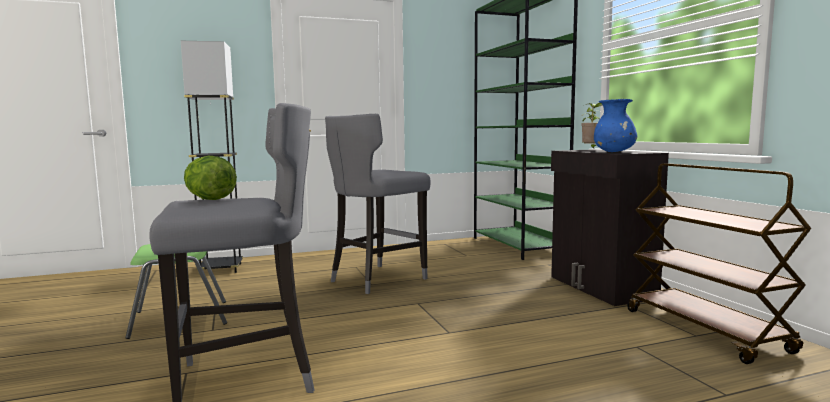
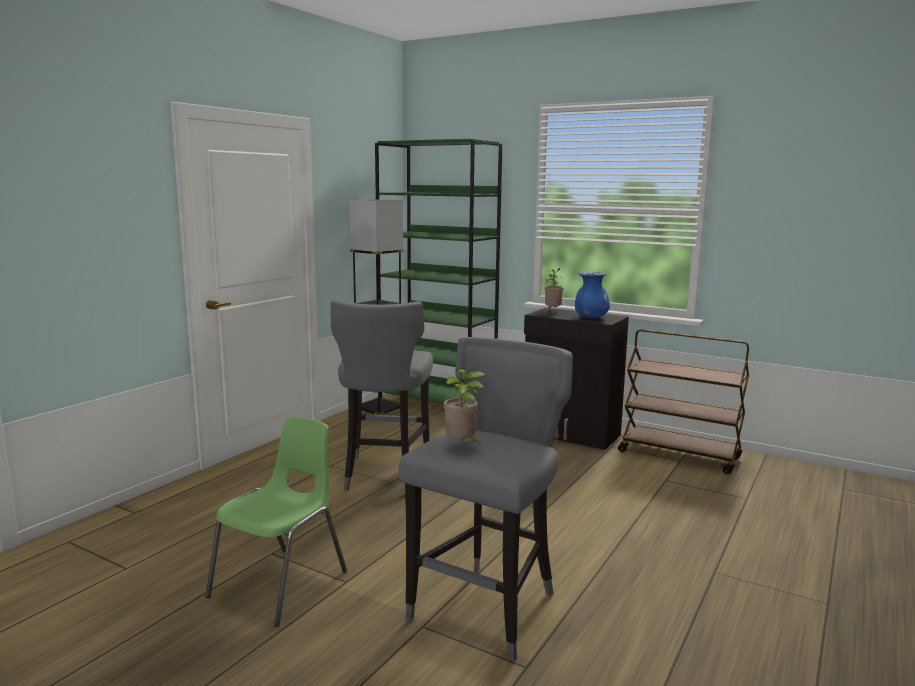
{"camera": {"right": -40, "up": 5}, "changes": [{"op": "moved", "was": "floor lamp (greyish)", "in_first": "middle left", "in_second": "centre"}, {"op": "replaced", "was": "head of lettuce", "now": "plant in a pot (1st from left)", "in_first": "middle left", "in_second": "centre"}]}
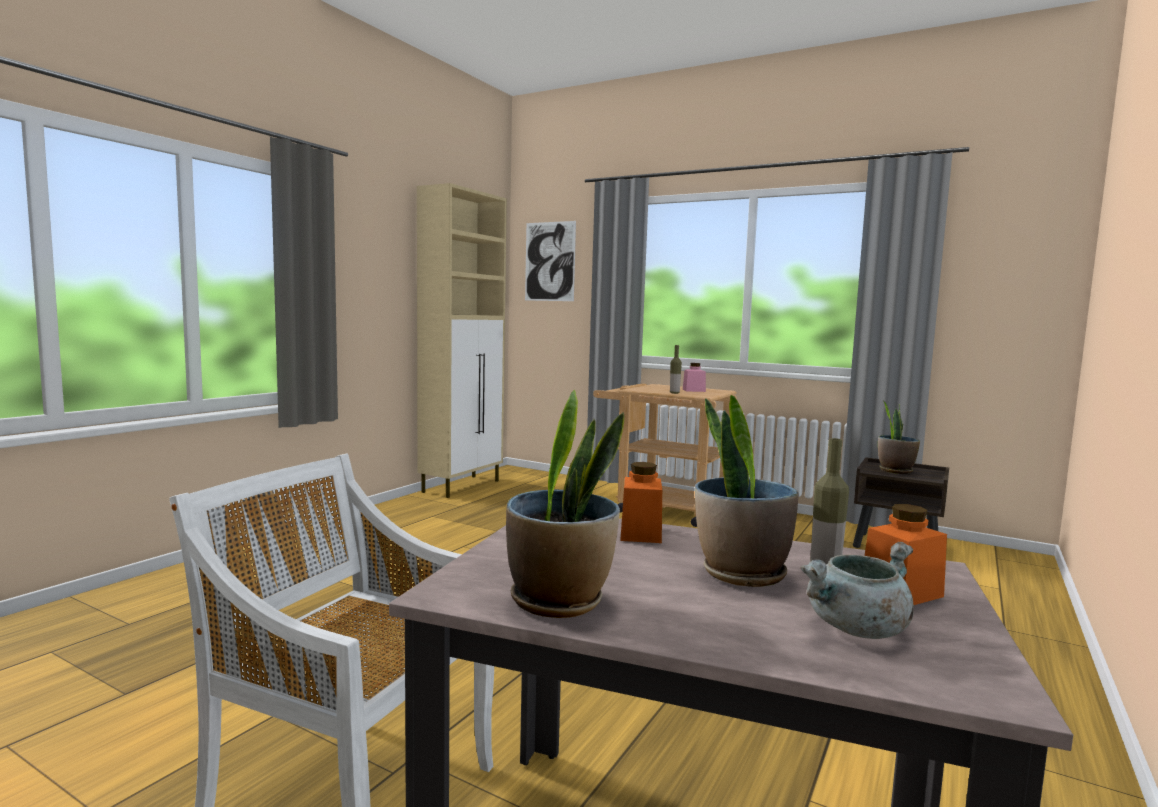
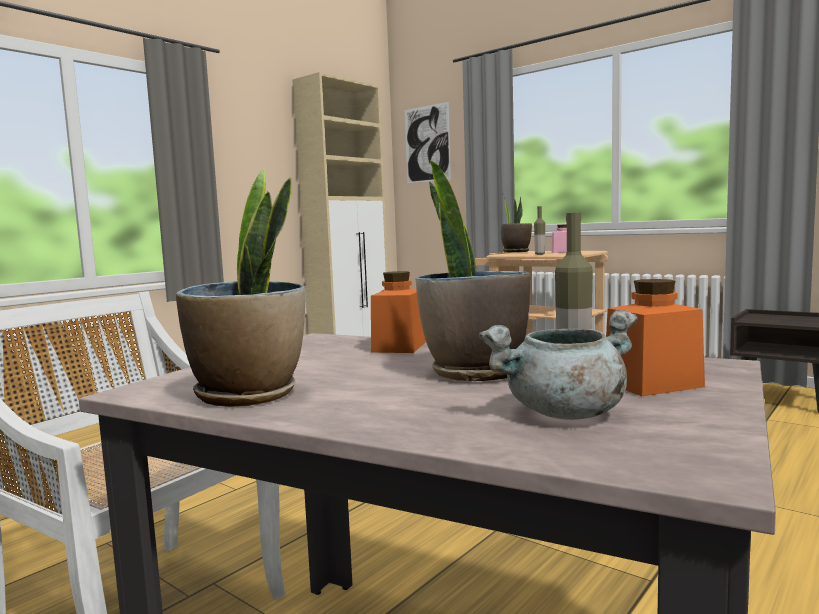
{"camera": {"right": 10, "up": 0}, "changes": [{"op": "moved", "was": "plant in a pot (3rd from left)", "in_first": "middle right", "in_second": "centre"}]}
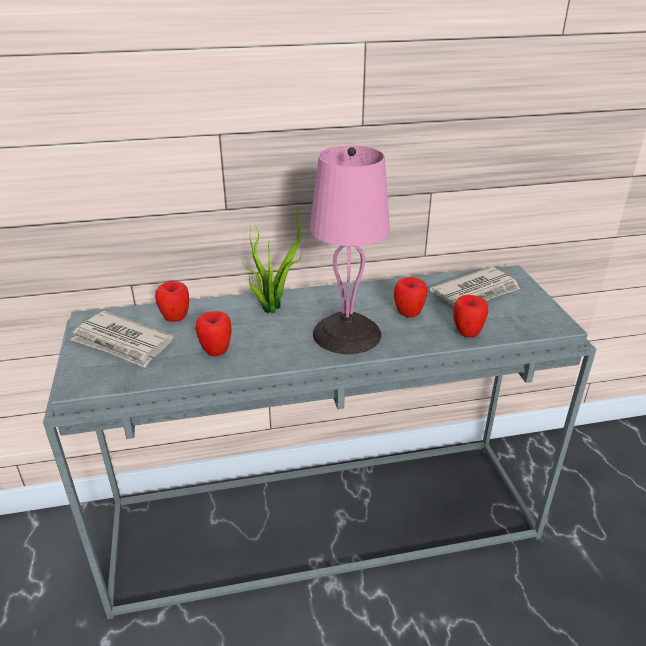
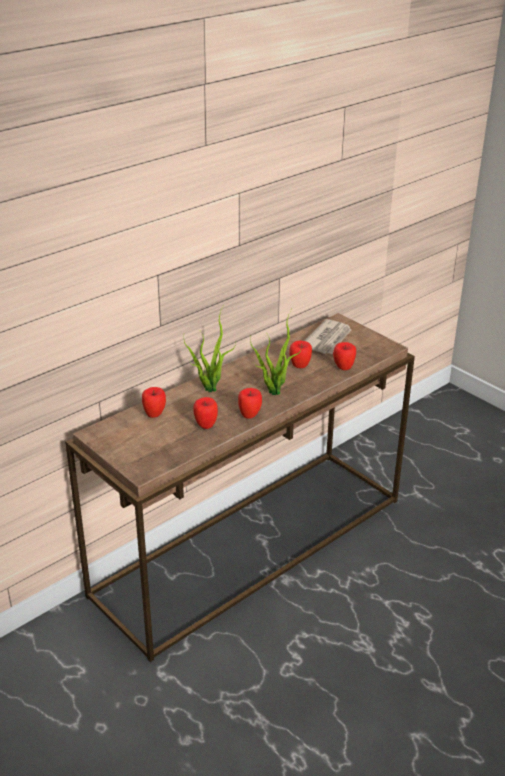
{"camera": {"right": -30, "up": 0}, "changes": [{"op": "removed", "was": "printed paper (1st from left)", "in_first": "middle left"}, {"op": "added", "now": "apple (3rd from left)", "in_second": "centre"}, {"op": "replaced", "was": "tabletop lamp (pink-coloured)", "now": "plant in a pot (2nd from left)", "in_first": "centre", "in_second": "centre"}, {"op": "recoloured", "was": "narrow table (greyish)", "now": "narrow table (brown)", "in_first": "bottom centre", "in_second": "centre"}]}
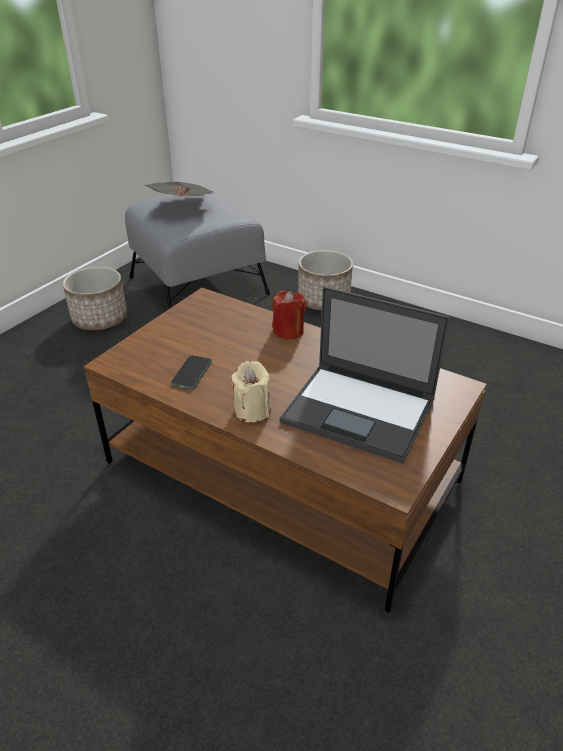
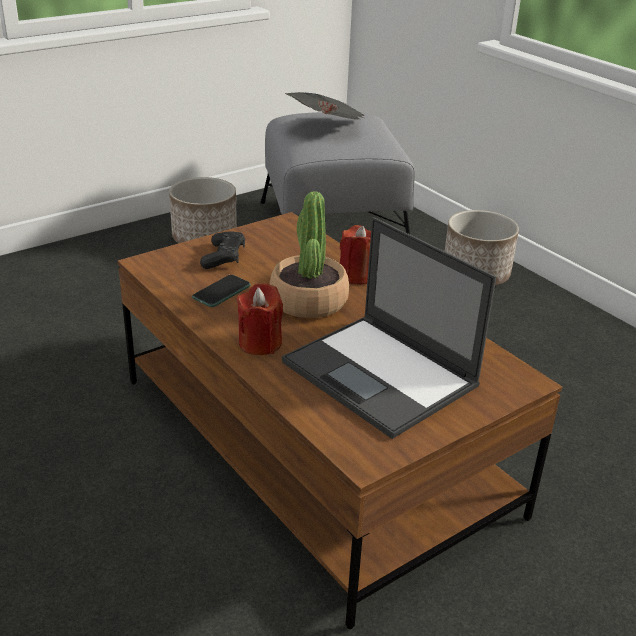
{"camera": {"right": 20, "up": -5}, "changes": [{"op": "added", "now": "joypad (black-coloured)", "in_second": "centre"}, {"op": "added", "now": "plant in a pot", "in_second": "centre"}, {"op": "recoloured", "was": "wax light (beige-coloured)", "now": "wax light (reddish) (1st from left)", "in_first": "centre", "in_second": "centre"}]}
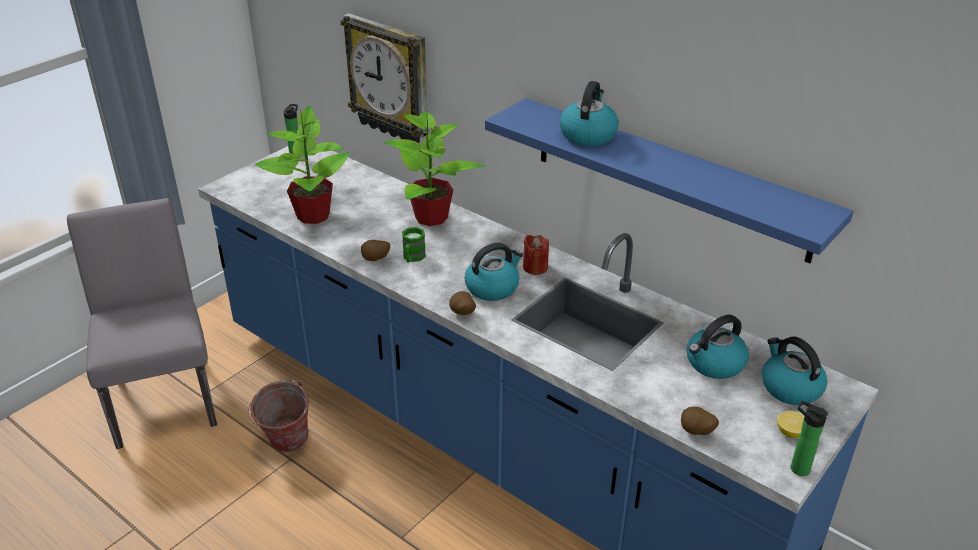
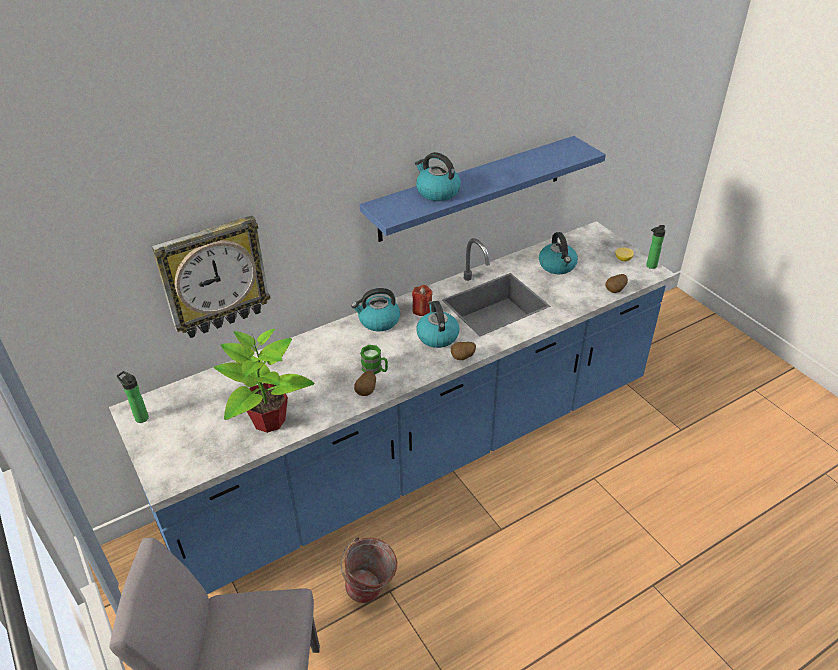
{"camera": {"right": -70, "up": 5}, "changes": [{"op": "removed", "was": "plant in a pot (2nd from left)", "in_first": "top centre"}, {"op": "moved", "was": "water kettle (4th from left in the first image)", "now": "water kettle (1st from left)", "in_first": "bottom right", "in_second": "centre"}]}
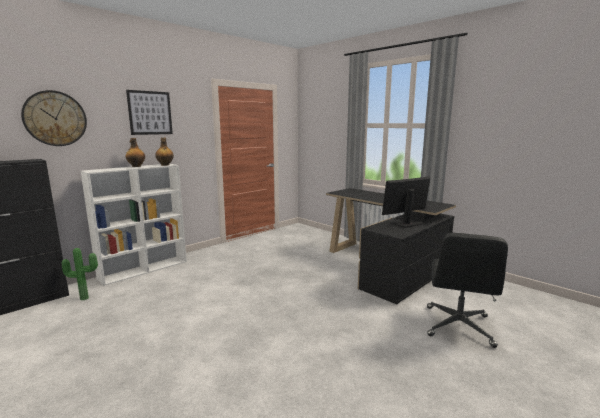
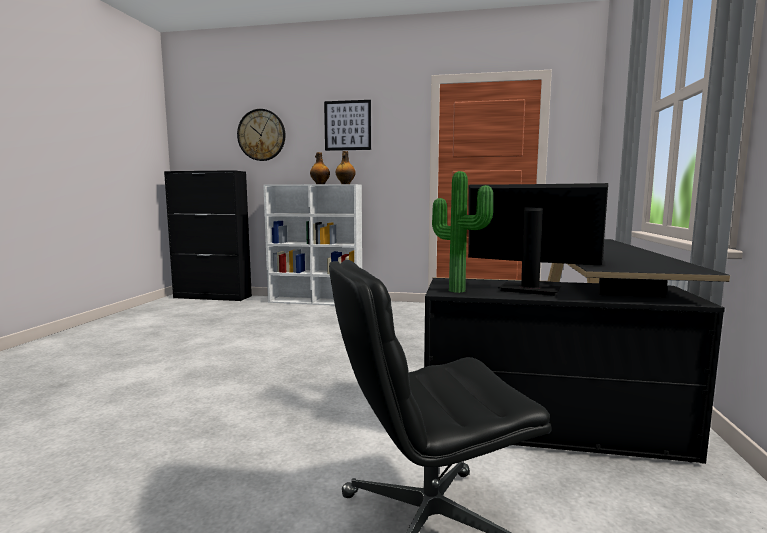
{"camera": {"right": 55, "up": -5}, "changes": [{"op": "moved", "was": "plant in a pot", "in_first": "middle left", "in_second": "centre"}]}
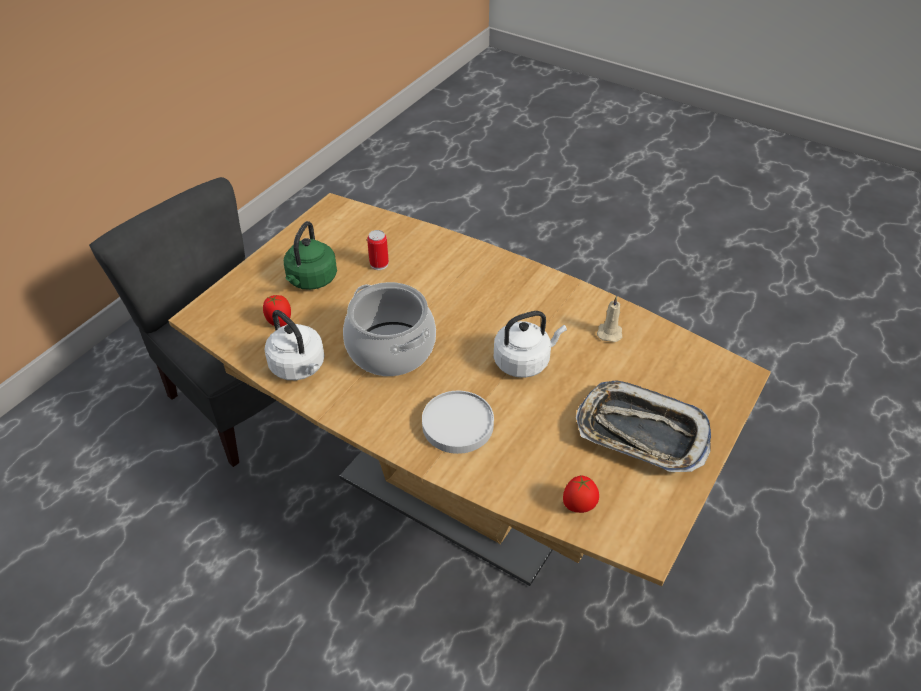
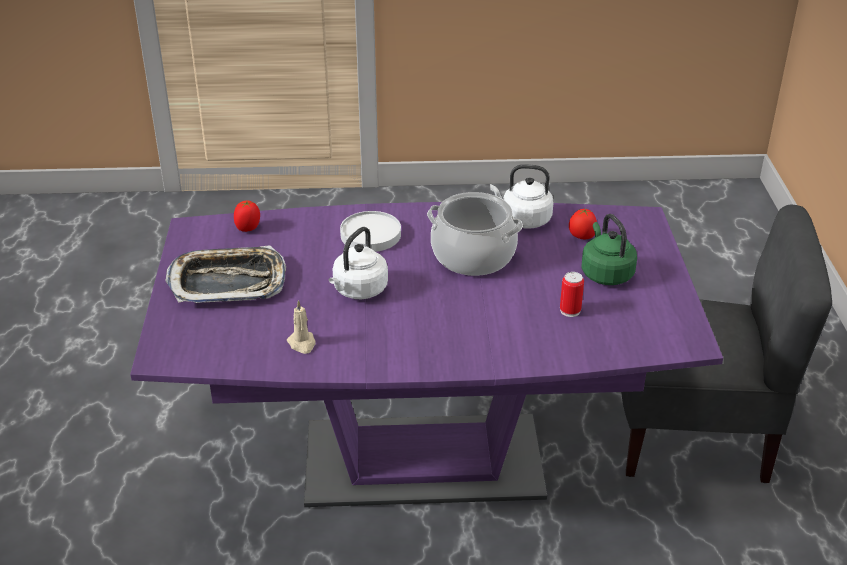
{"camera": {"right": 145, "up": -10}, "changes": [{"op": "recoloured", "was": "kitchen table (brown)", "now": "kitchen table (purplish)", "in_first": "centre", "in_second": "centre"}]}
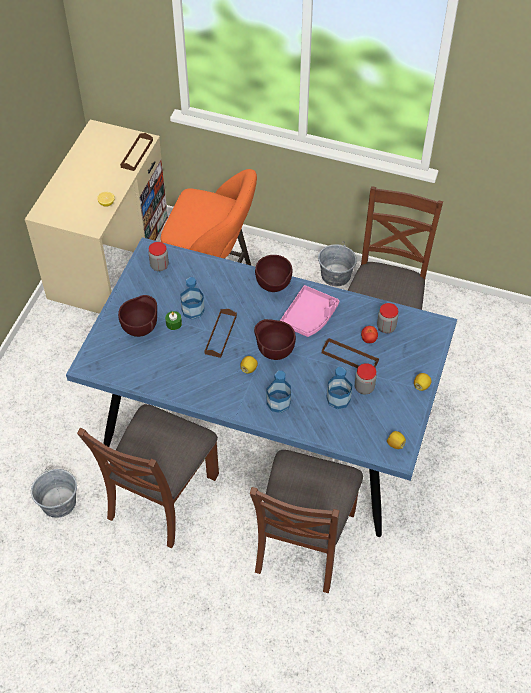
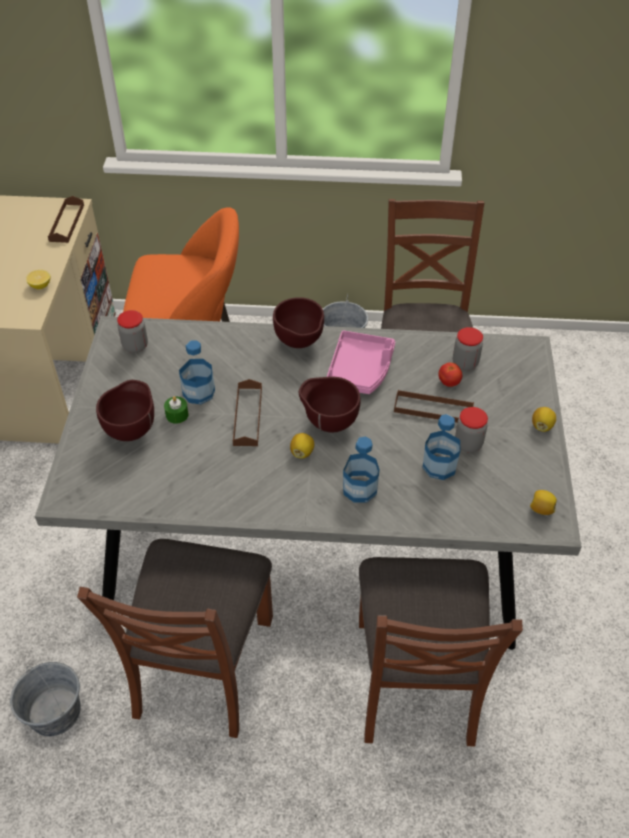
{"camera": {"right": -15, "up": -5}, "changes": [{"op": "recoloured", "was": "kitchen table (bluish)", "now": "kitchen table (greyish)", "in_first": "centre", "in_second": "centre"}]}
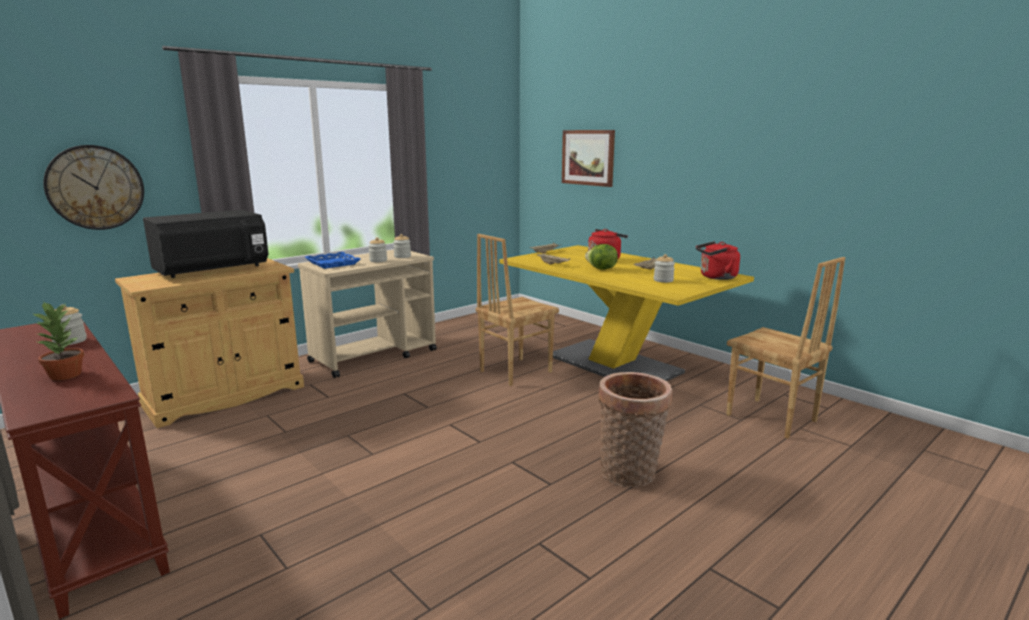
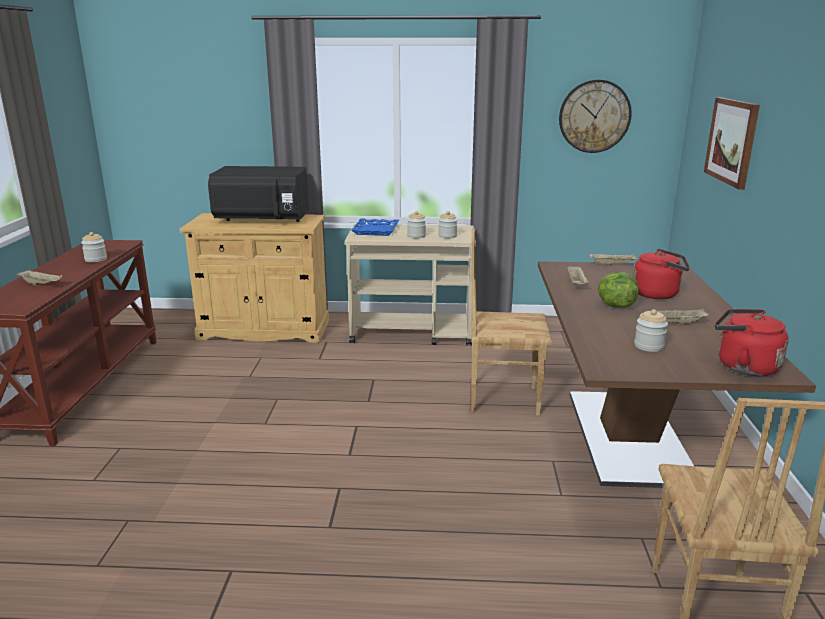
{"camera": {"right": 45, "up": 5}, "changes": [{"op": "removed", "was": "storage basket", "in_first": "bottom centre"}, {"op": "moved", "was": "hanging clock", "in_first": "top left", "in_second": "top right"}, {"op": "replaced", "was": "plant in a pot", "now": "serving tray (beige-coloured) (1st from left)", "in_first": "middle left", "in_second": "middle left"}, {"op": "recoloured", "was": "kitchen table (yellowish)", "now": "kitchen table (brown)", "in_first": "centre", "in_second": "middle right"}]}
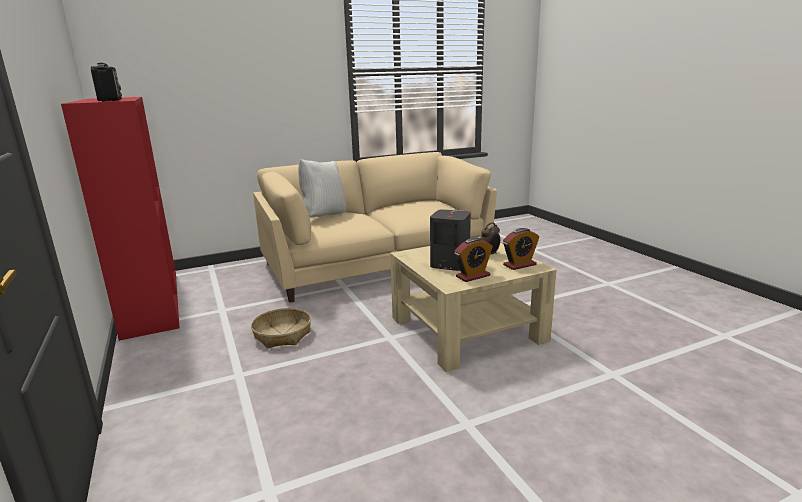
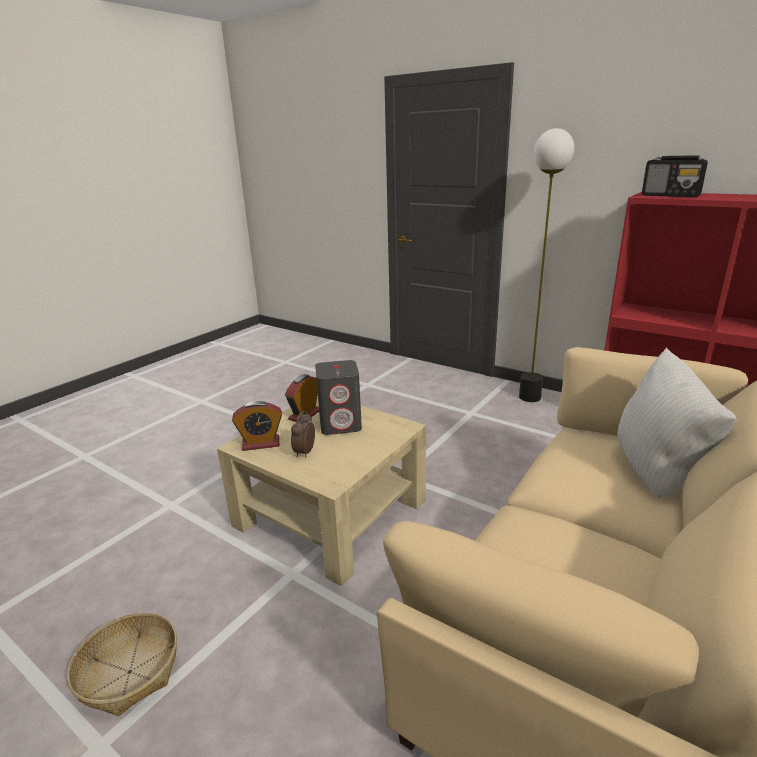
{"camera": {"right": 150, "up": 5}, "changes": [{"op": "added", "now": "floor lamp", "in_second": "middle right"}, {"op": "moved", "was": "storage basket", "in_first": "centre", "in_second": "bottom left"}, {"op": "turned", "was": "alarm clock (3rd from left in the first image)", "in_first": "centre", "in_second": "centre", "clockwise": -135}]}
